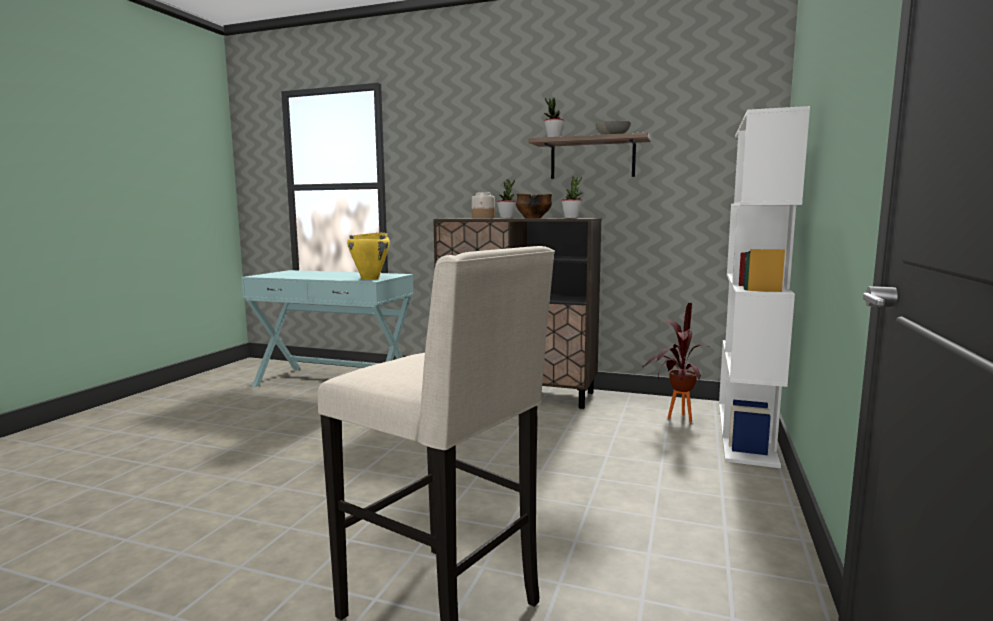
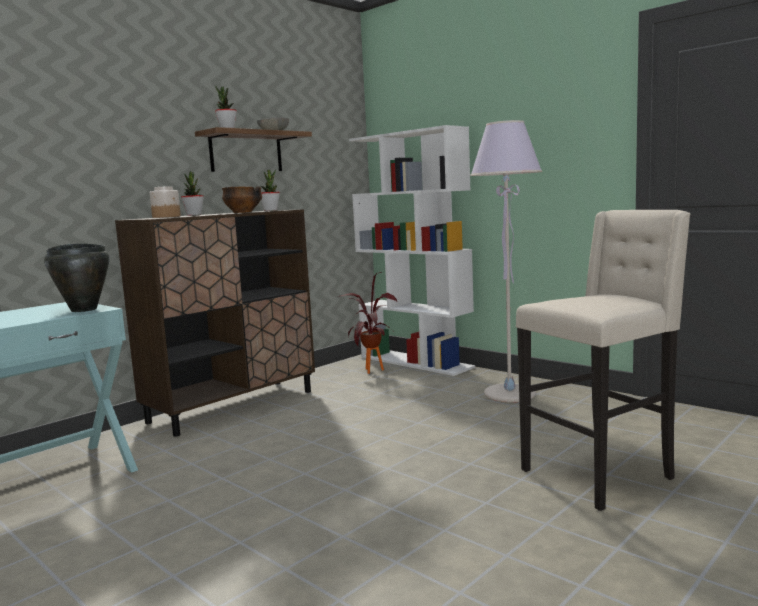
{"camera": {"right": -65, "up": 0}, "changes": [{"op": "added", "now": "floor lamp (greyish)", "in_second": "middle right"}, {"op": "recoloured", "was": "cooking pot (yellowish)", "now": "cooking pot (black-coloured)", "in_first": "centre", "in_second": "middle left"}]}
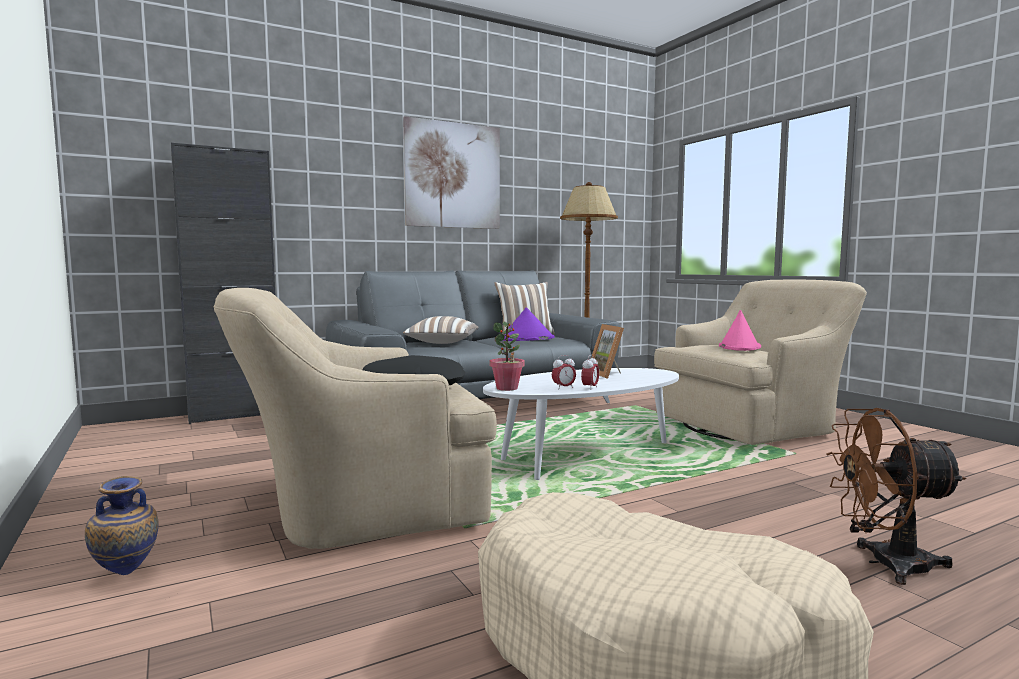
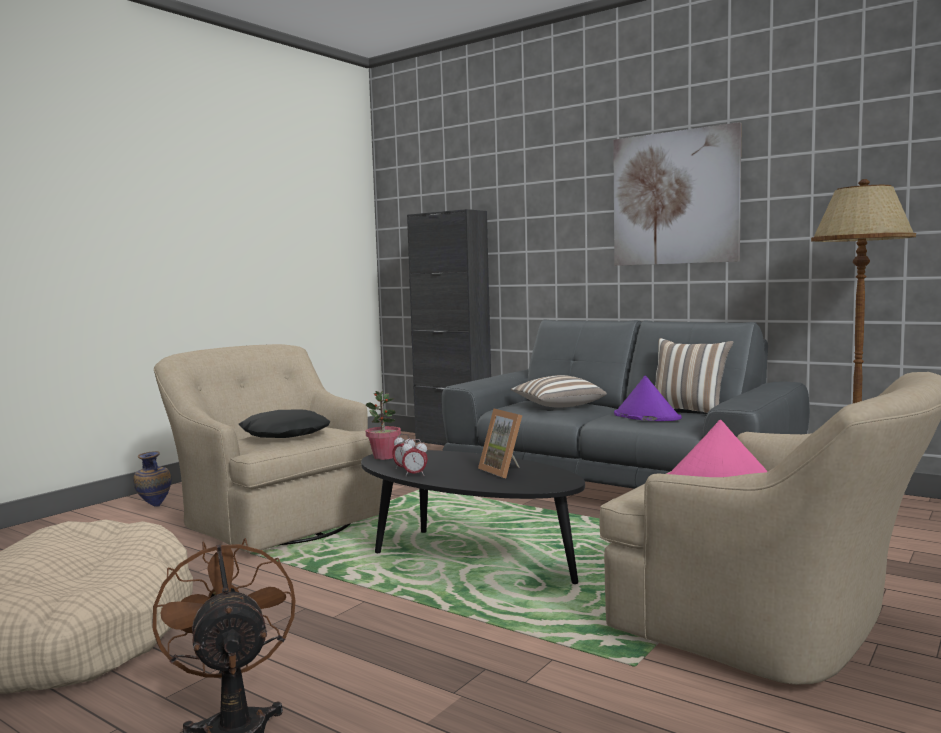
{"camera": {"right": 65, "up": 0}, "changes": [{"op": "recoloured", "was": "coffee table (white)", "now": "coffee table (black-coloured)", "in_first": "centre", "in_second": "bottom centre"}, {"op": "turned", "was": "photo frame", "in_first": "centre", "in_second": "centre", "clockwise": -75}]}
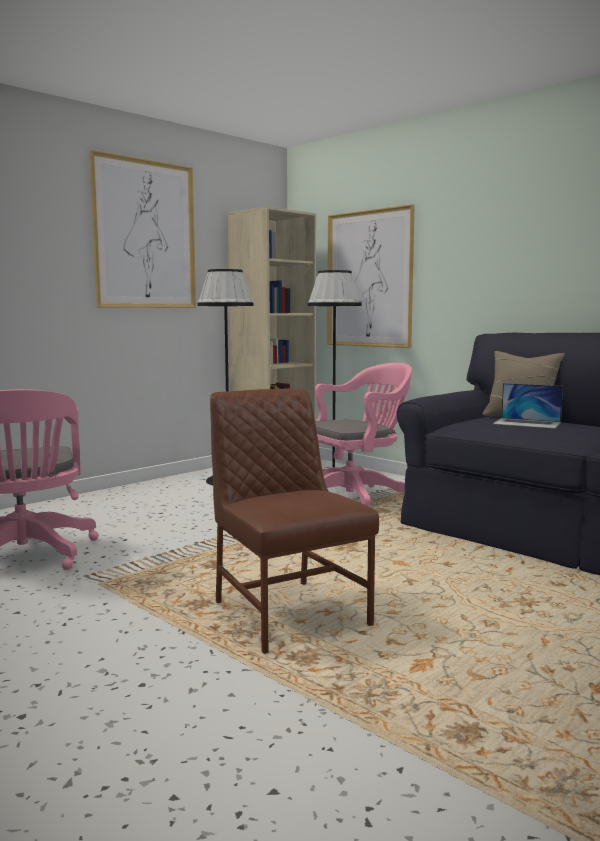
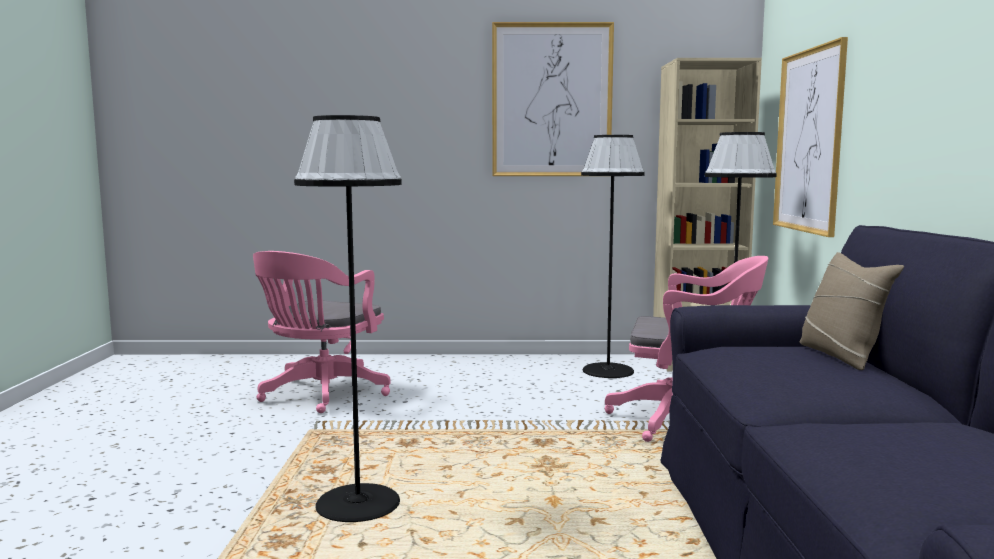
{"camera": {"right": 45, "up": 0}, "changes": [{"op": "removed", "was": "notebook computer", "in_first": "middle right"}, {"op": "replaced", "was": "upright chair (brown)", "now": "floor lamp (black-coloured) (1st from left)", "in_first": "centre", "in_second": "centre"}]}
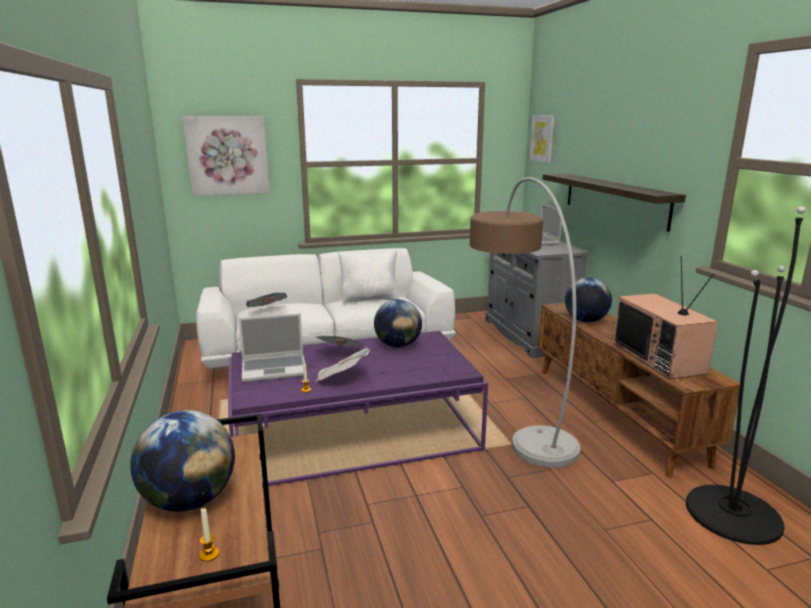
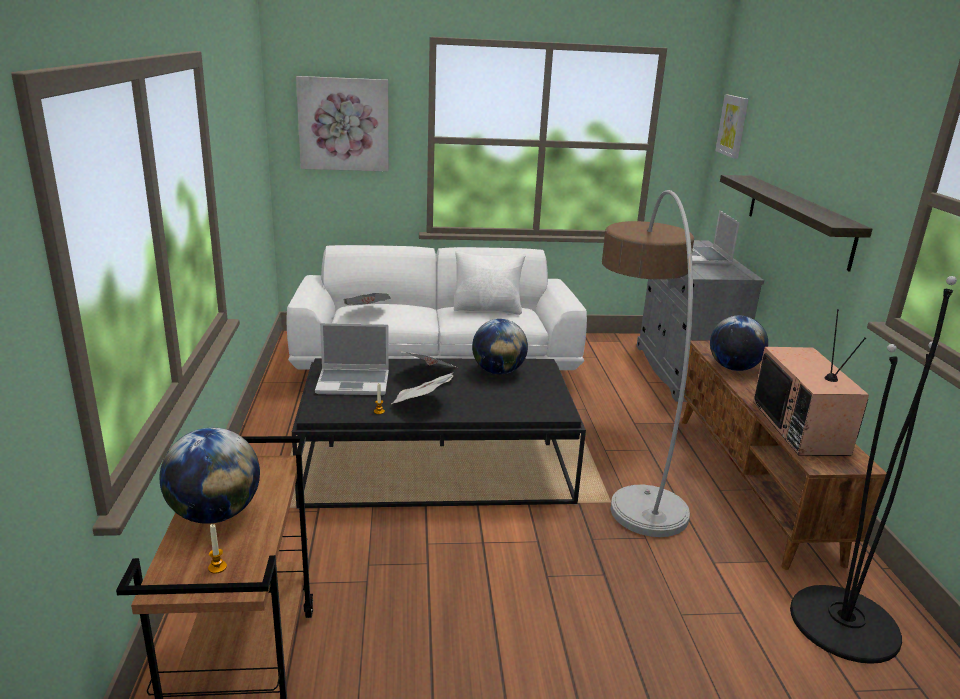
{"camera": {"right": 10, "up": 5}, "changes": [{"op": "recoloured", "was": "coffee table (purplish)", "now": "coffee table (black-coloured)", "in_first": "bottom centre", "in_second": "centre"}]}
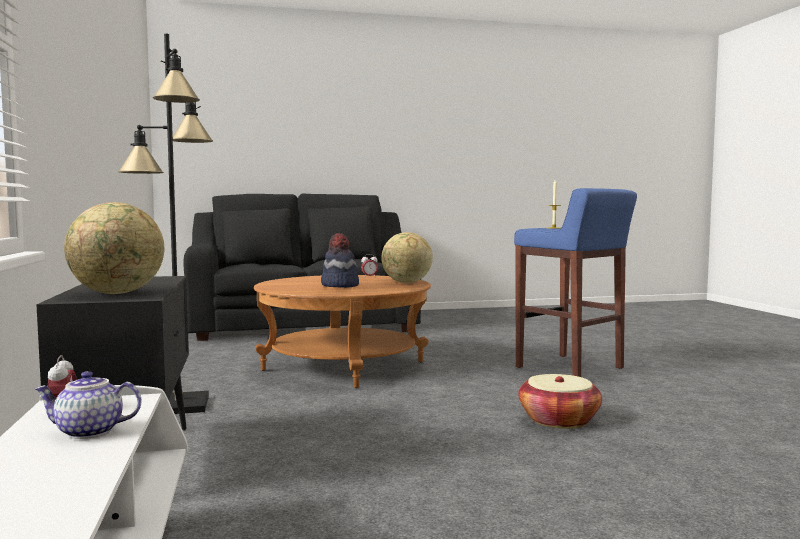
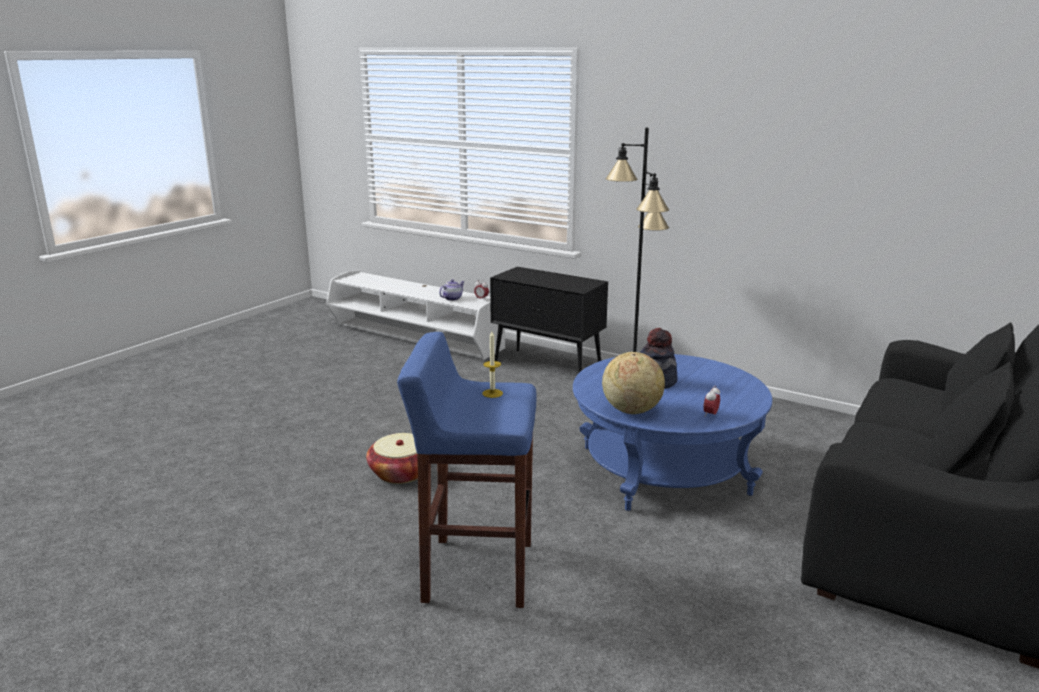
{"camera": {"right": 135, "up": 15}, "changes": [{"op": "removed", "was": "globe (1st from left)", "in_first": "middle left"}, {"op": "recoloured", "was": "coffee table (brown)", "now": "coffee table (bluish)", "in_first": "centre", "in_second": "centre"}]}
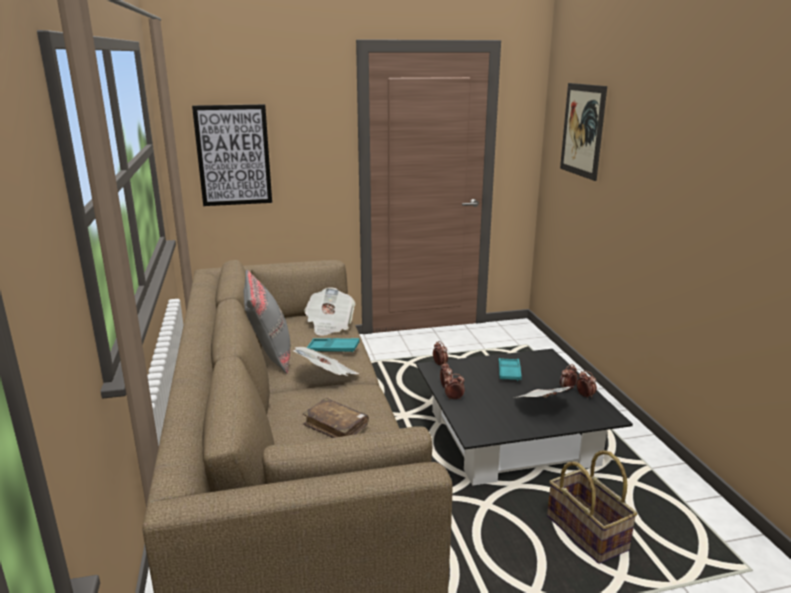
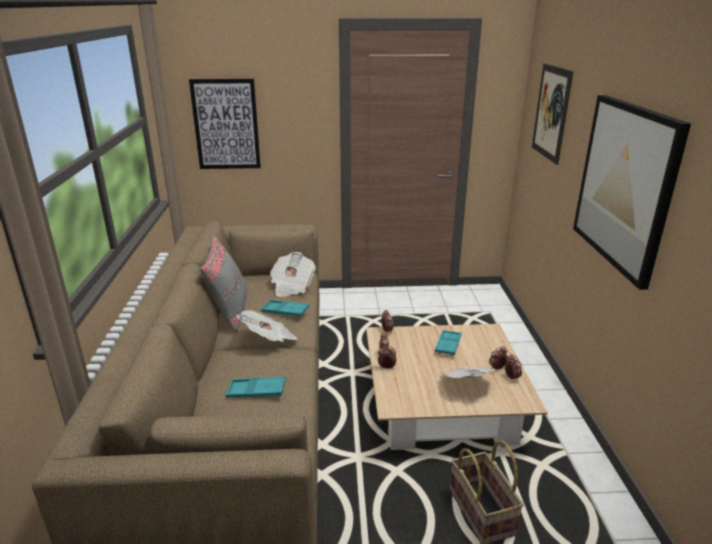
{"camera": {"right": 10, "up": 5}, "changes": [{"op": "added", "now": "wall picture (3rd from left)", "in_second": "middle right"}, {"op": "replaced", "was": "volume (brown)", "now": "serving tray (turquoise) (1st from left)", "in_first": "bottom centre", "in_second": "bottom centre"}, {"op": "recoloured", "was": "coffee table (black-coloured)", "now": "coffee table (beige-coloured)", "in_first": "bottom centre", "in_second": "bottom centre"}]}
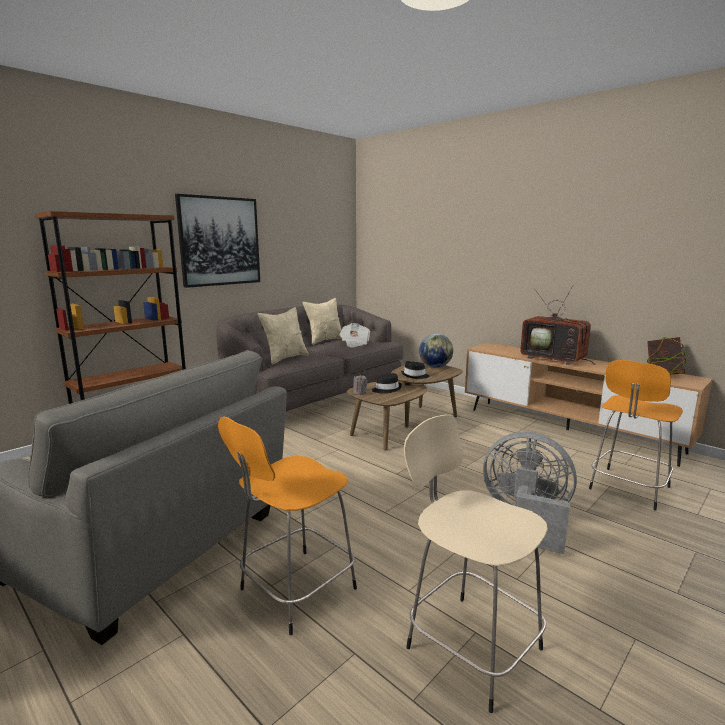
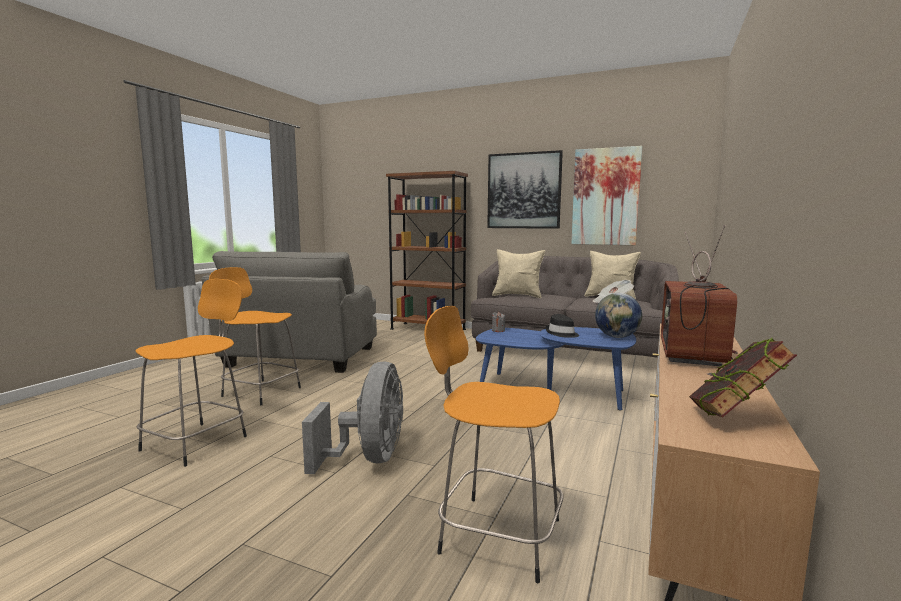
{"camera": {"right": 70, "up": -5}, "changes": [{"op": "removed", "was": "clothing hat (black-coloured) (1st from left)", "in_first": "centre"}, {"op": "added", "now": "wall picture (2nd from left)", "in_second": "top right"}, {"op": "recoloured", "was": "coffee table (brown)", "now": "coffee table (bluish)", "in_first": "centre", "in_second": "centre"}, {"op": "recoloured", "was": "stool seat (beige-coloured)", "now": "stool seat (orangey) (1st from left)", "in_first": "bottom centre", "in_second": "middle left"}]}
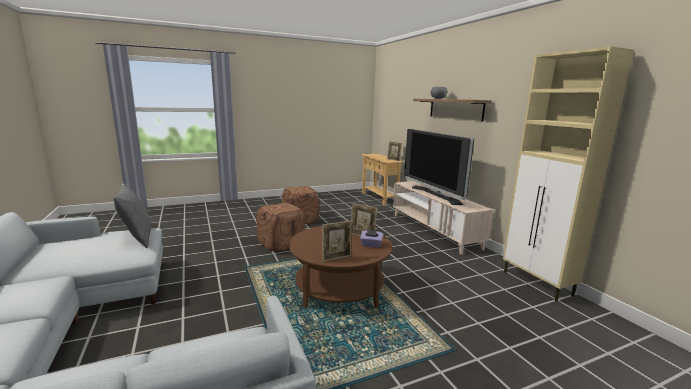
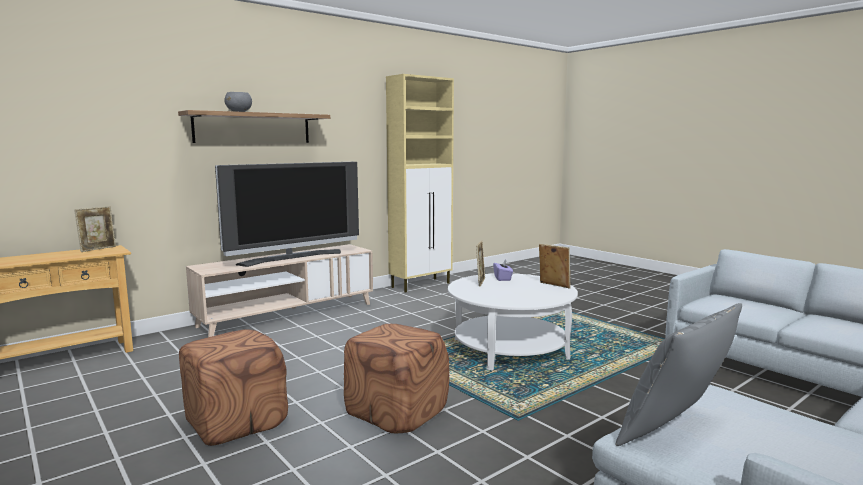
{"camera": {"right": -105, "up": -5}, "changes": [{"op": "recoloured", "was": "coffee table (brown)", "now": "coffee table (white)", "in_first": "bottom centre", "in_second": "centre"}]}
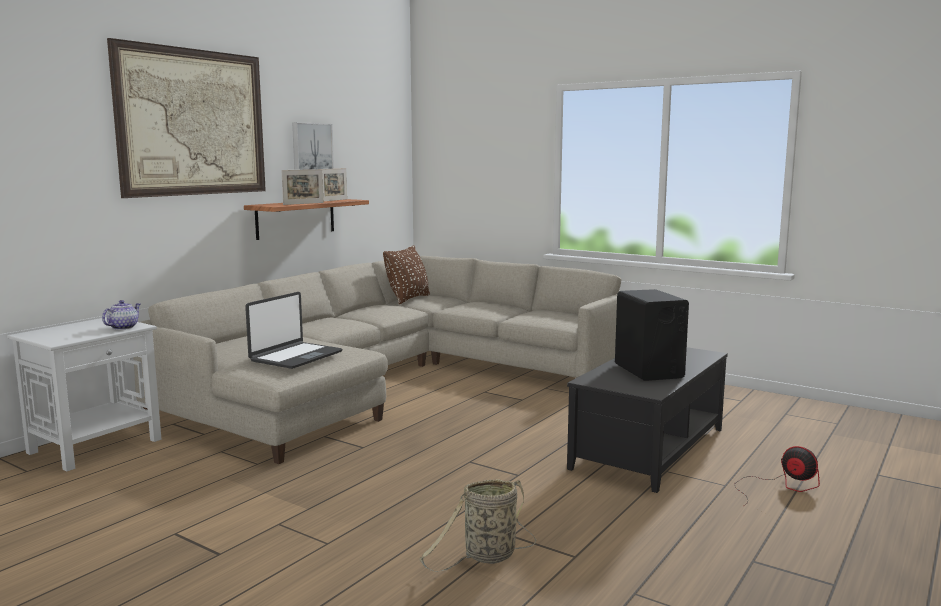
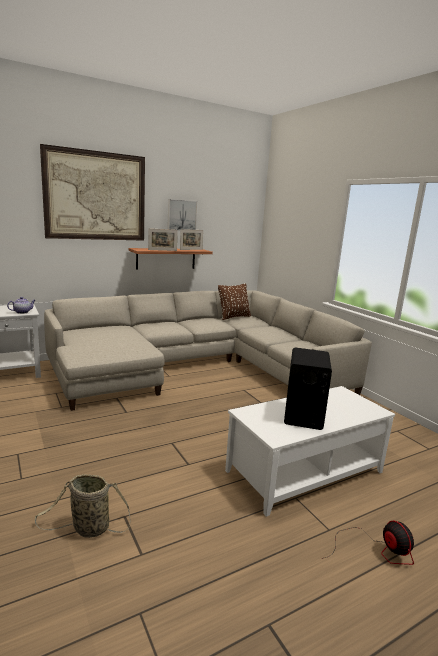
{"camera": {"right": 25, "up": 5}, "changes": [{"op": "removed", "was": "notebook computer", "in_first": "middle left"}, {"op": "recoloured", "was": "coffee table (black-coloured)", "now": "coffee table (white)", "in_first": "bottom right", "in_second": "bottom right"}]}
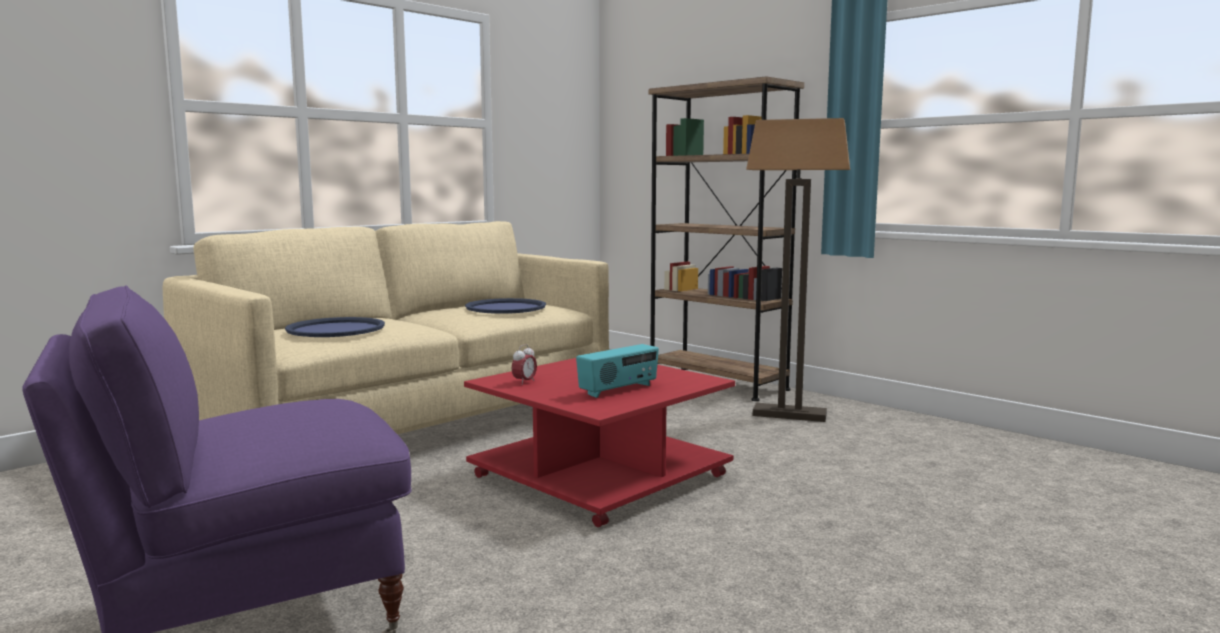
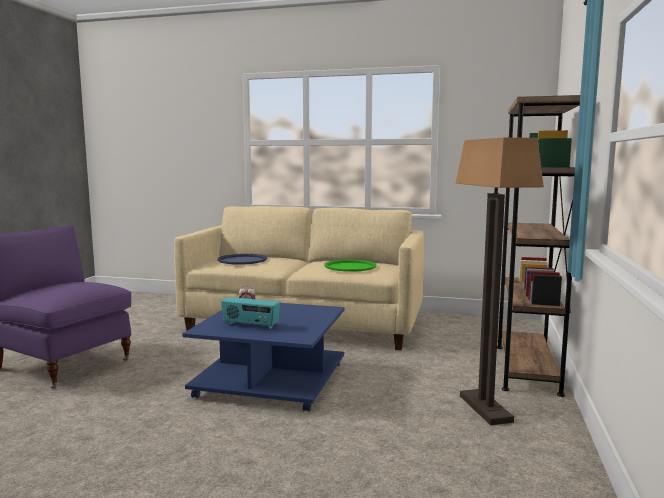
{"camera": {"right": 60, "up": 0}, "changes": [{"op": "recoloured", "was": "coffee table (reddish)", "now": "coffee table (bluish)", "in_first": "bottom centre", "in_second": "bottom centre"}, {"op": "recoloured", "was": "serving tray (bluish) (2nd from left)", "now": "serving tray (green-coloured)", "in_first": "centre", "in_second": "centre"}]}
